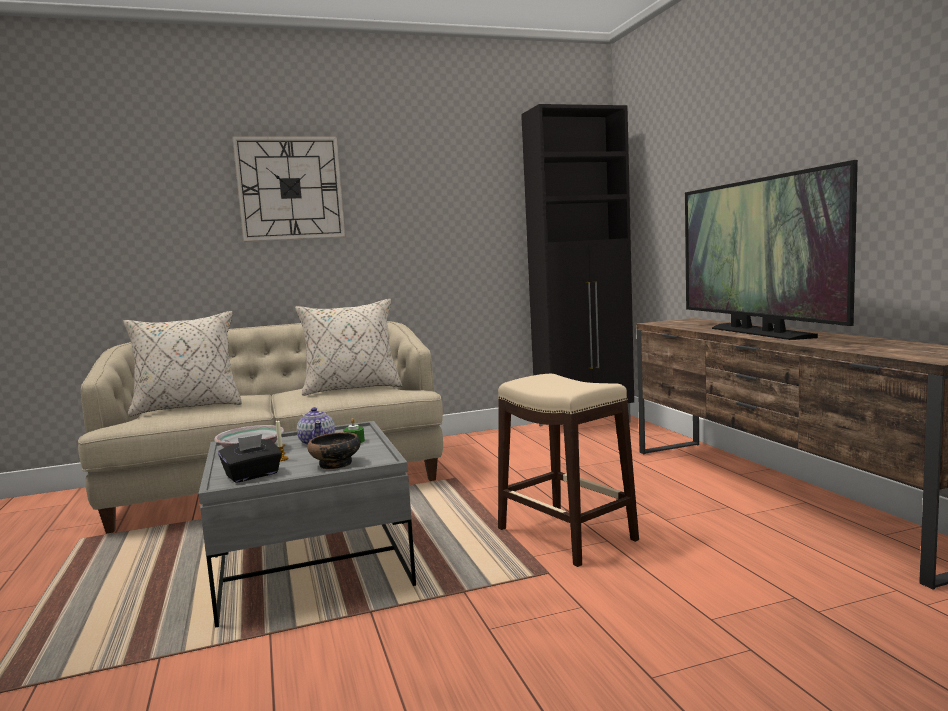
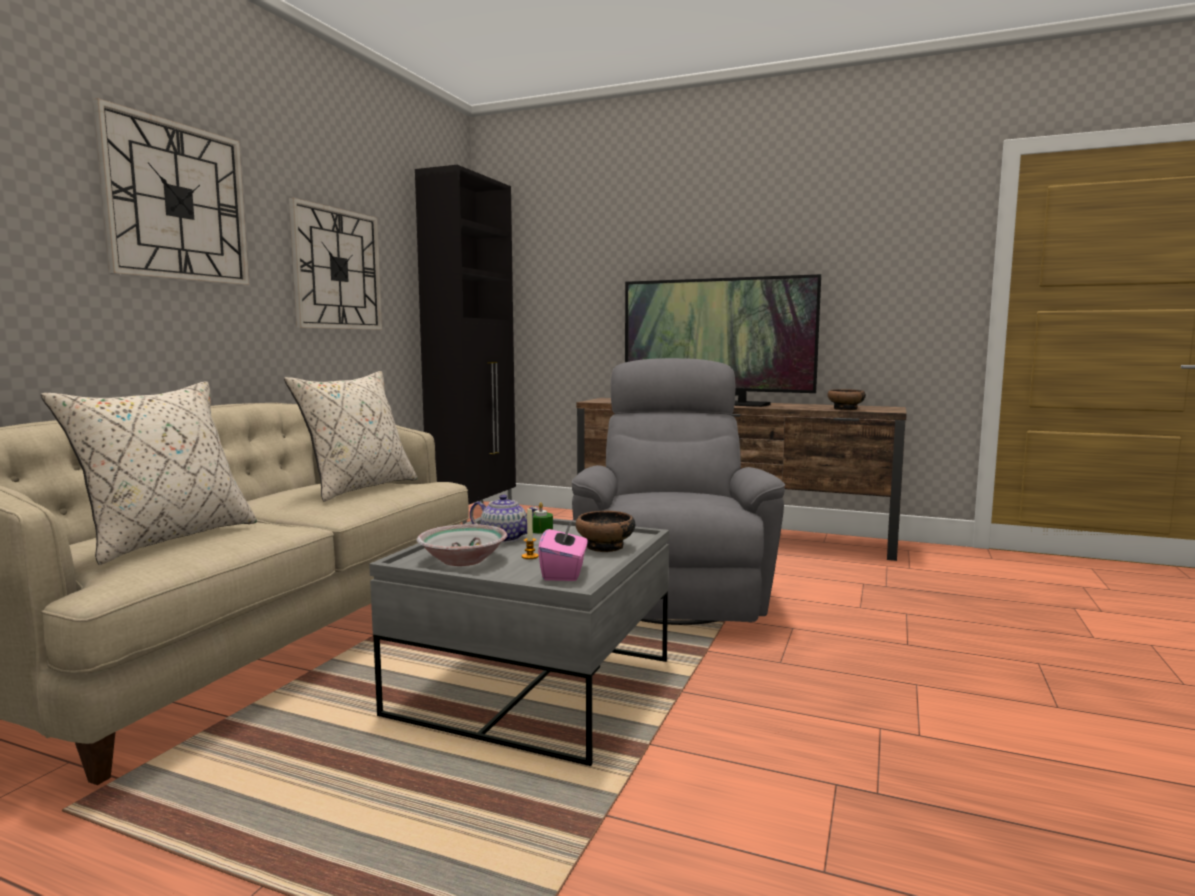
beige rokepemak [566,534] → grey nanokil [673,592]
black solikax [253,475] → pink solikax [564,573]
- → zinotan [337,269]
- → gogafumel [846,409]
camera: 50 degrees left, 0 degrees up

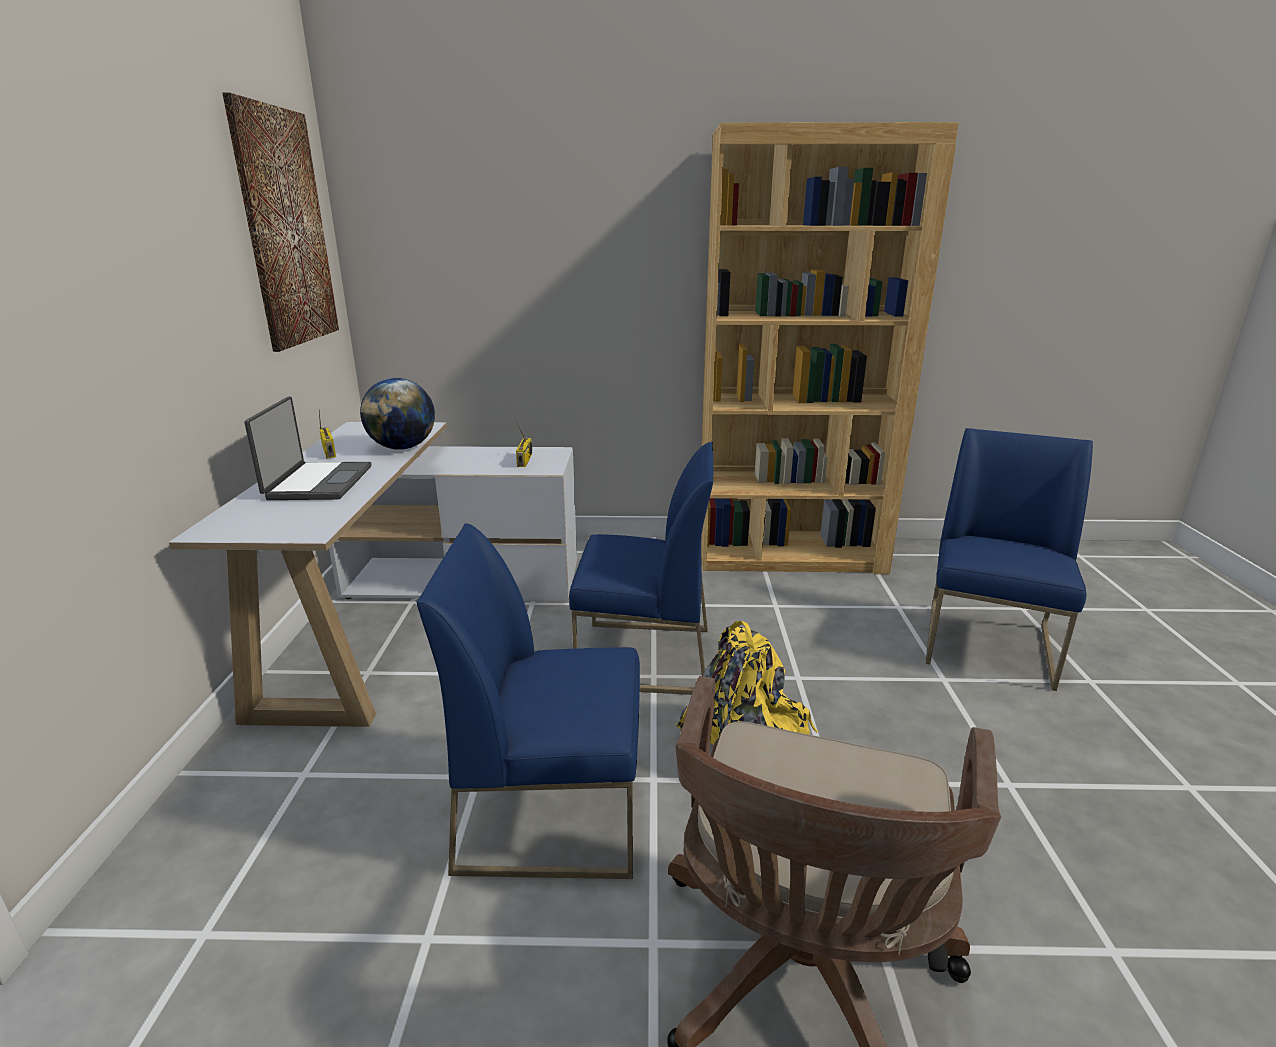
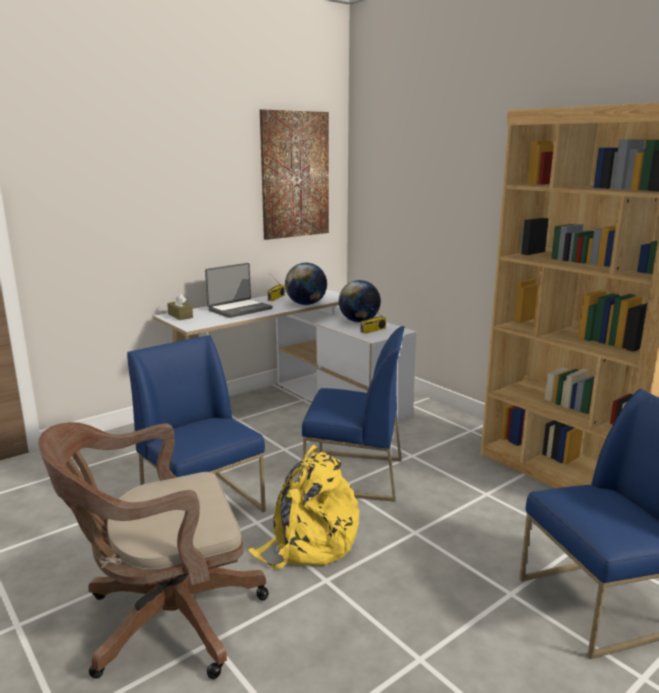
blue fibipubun [644,658] → blue fibipubun [353,476], 45 degrees counterclockwise
- → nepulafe [359,321]
- → brown solikax [180,316]
camera: 50 degrees right, 5 degrees down

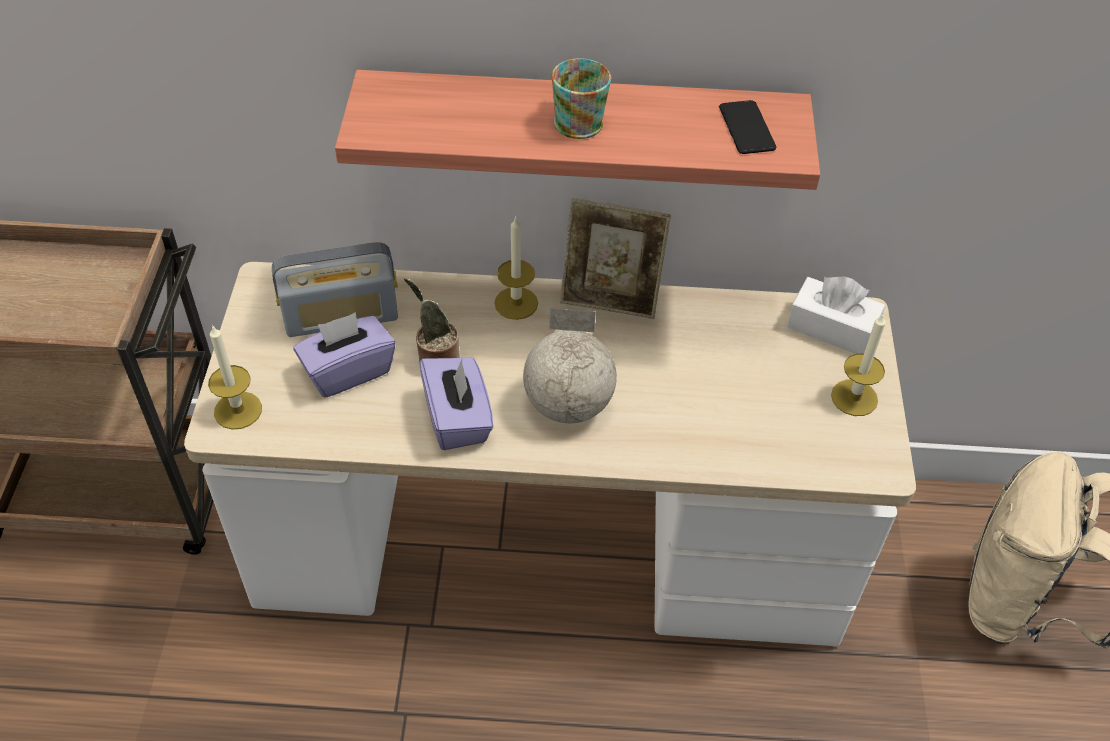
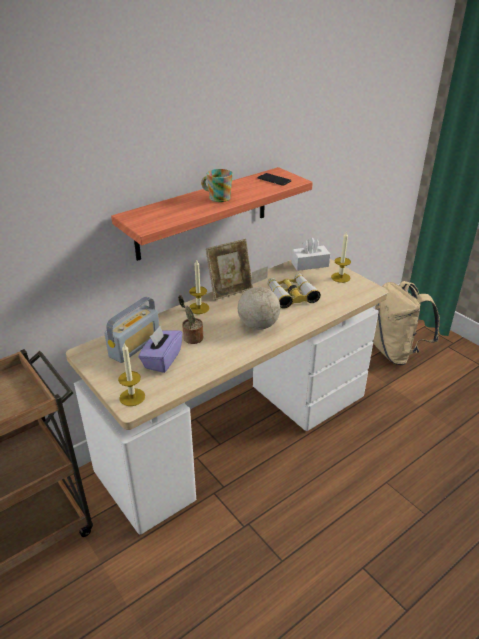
purple solikax [458,419] → -
- → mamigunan [291,295]
camera: 40 degrees left, 15 degrees down

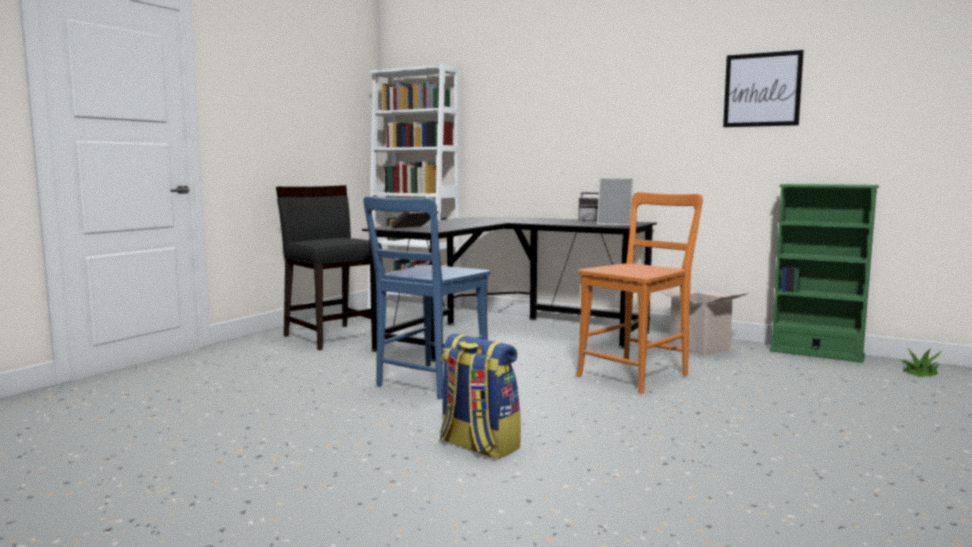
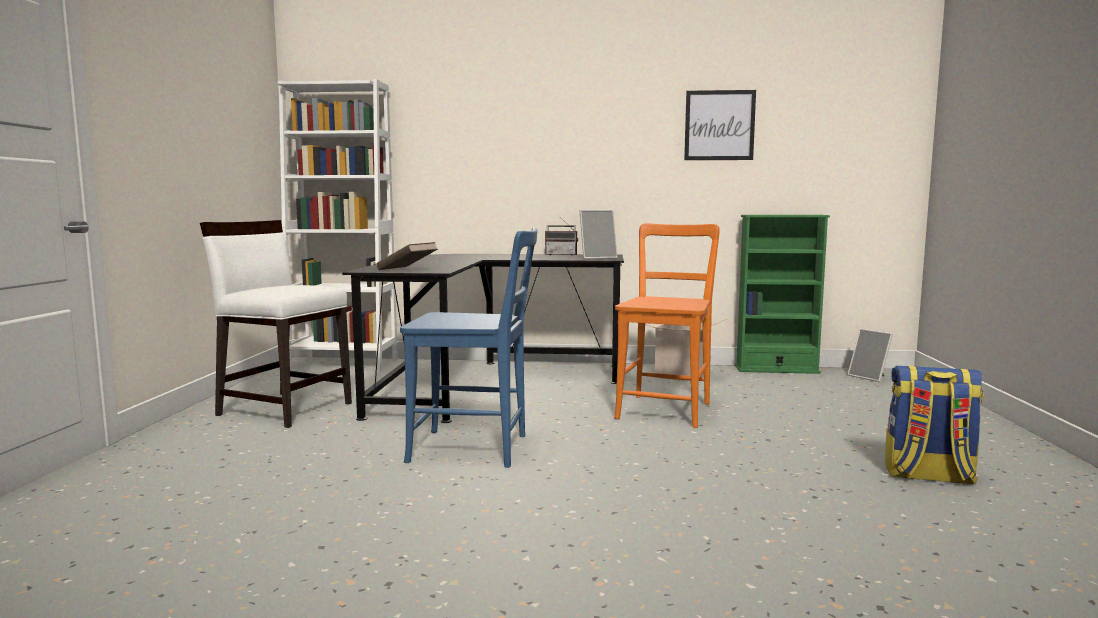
black fibipubun [333,336] → white fibipubun [285,408]
blue fibipubun [429,383] → blue fibipubun [476,449], 90 degrees counterclockwise
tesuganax [478,446] → tesuganax [927,476], moved
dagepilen [920,372] → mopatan [869,377]
camera: 25 degrees left, 0 degrees up

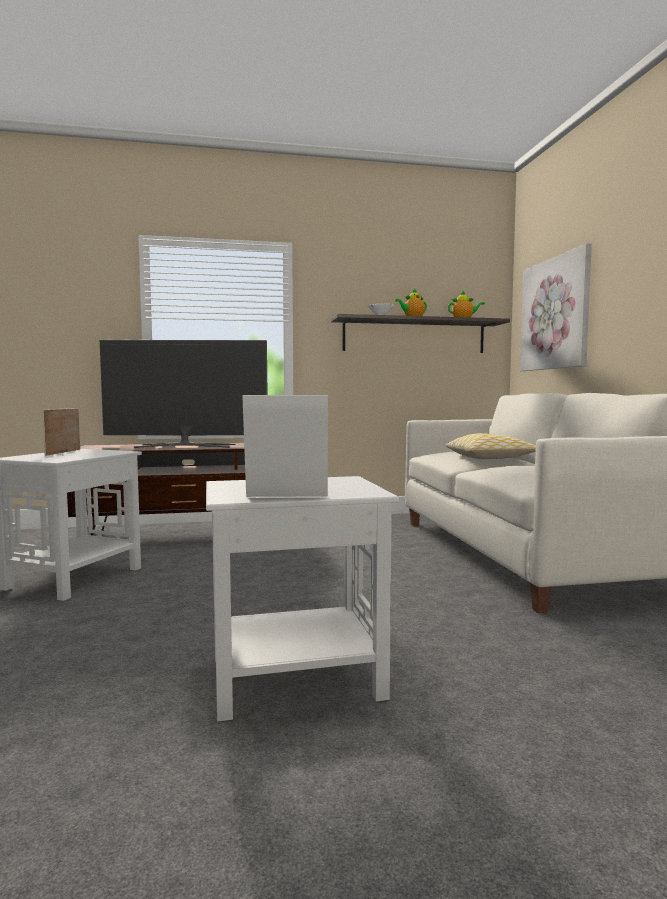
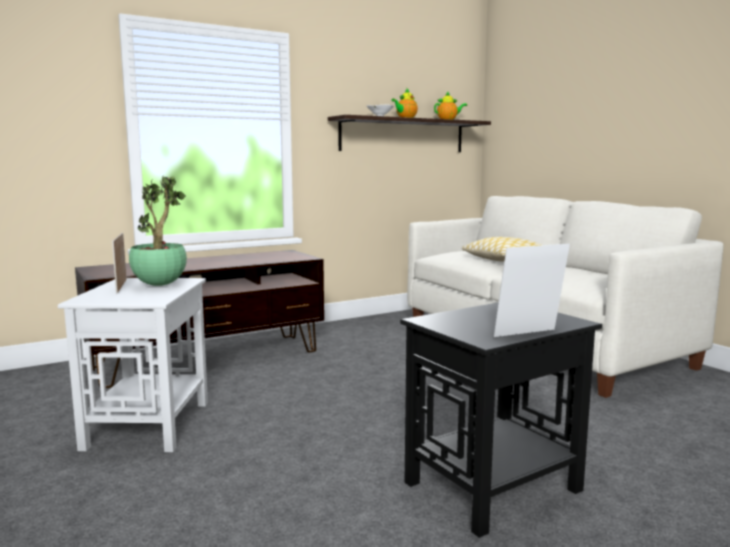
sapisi [554,314] → -
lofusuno [186,446] → -
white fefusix [293,677] → black fefusix [491,487]
- → dagepilen [160,285]
camera: 20 degrees left, 5 degrees up

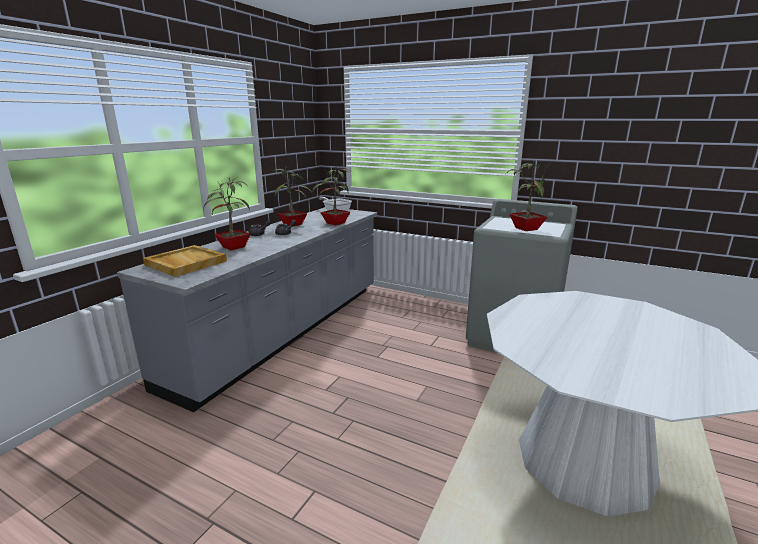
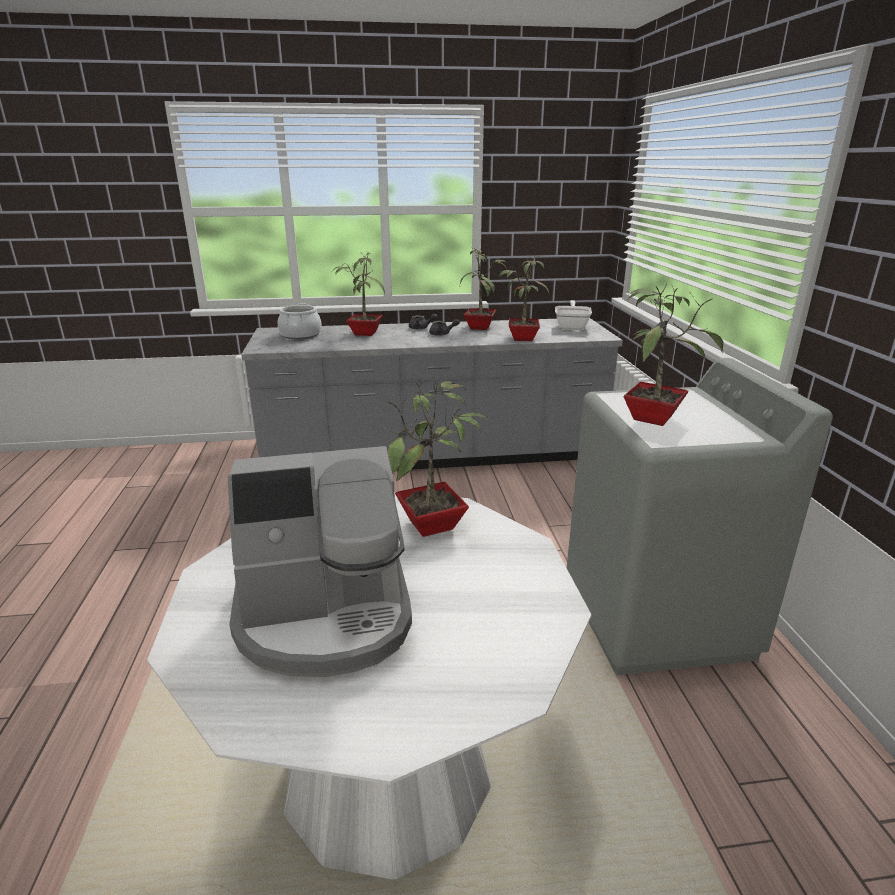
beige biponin [185,263] → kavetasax [300,335]
- → dagepilen [432,527]
- → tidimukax [326,616]
camera: 55 degrees right, 5 degrees up

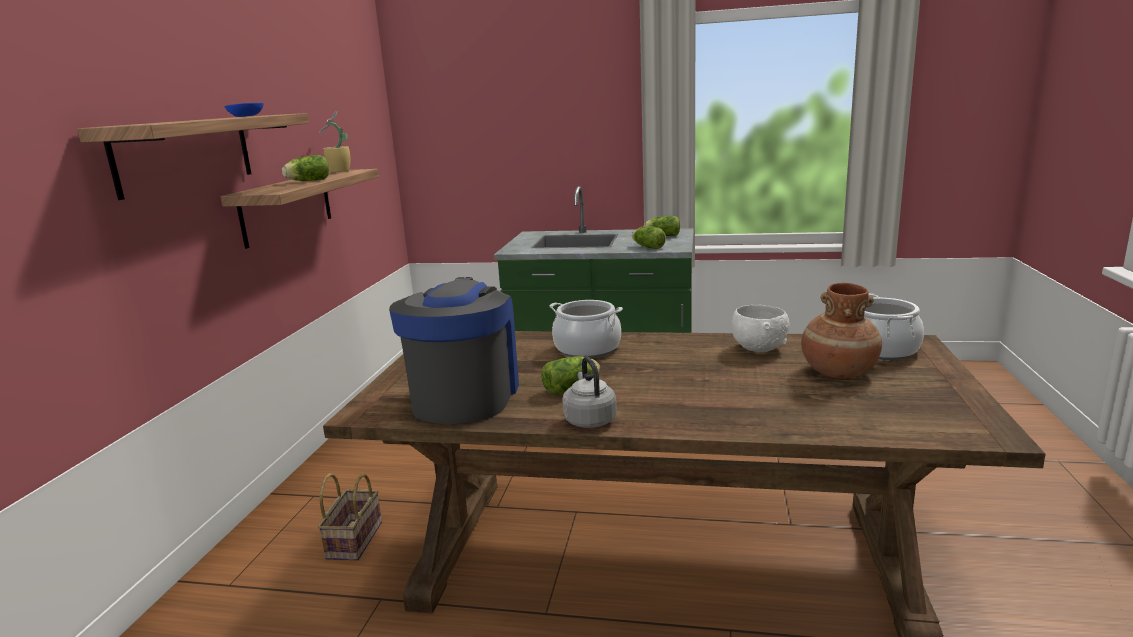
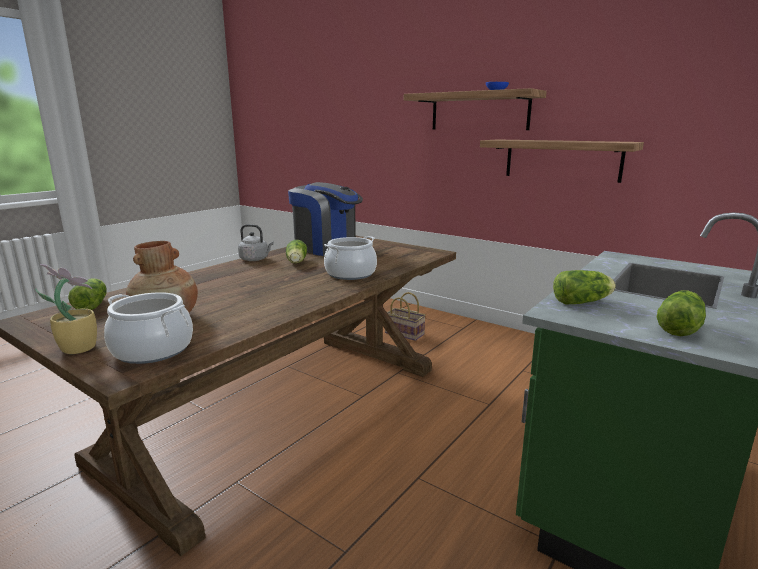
dagepilen [339,171] → dagepilen [78,348], moved
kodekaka [307,181] → kodekaka [93,305], moved
white gogafumel [759,348] → -
camera: 115 degrees right, 0 degrees up

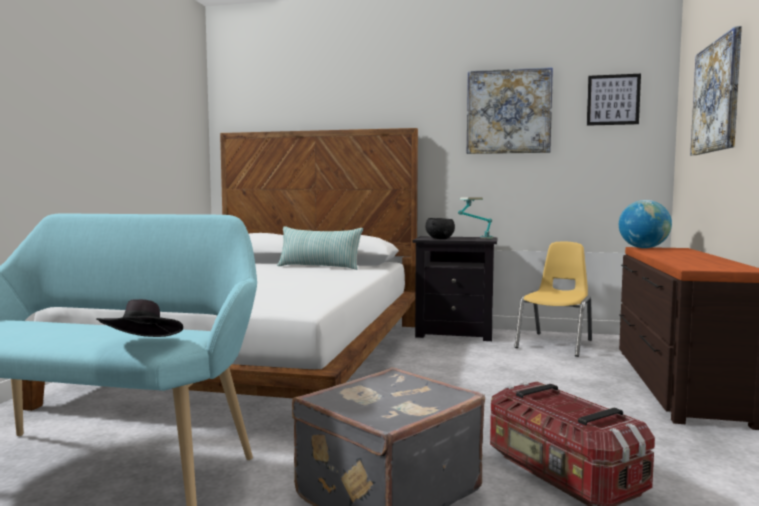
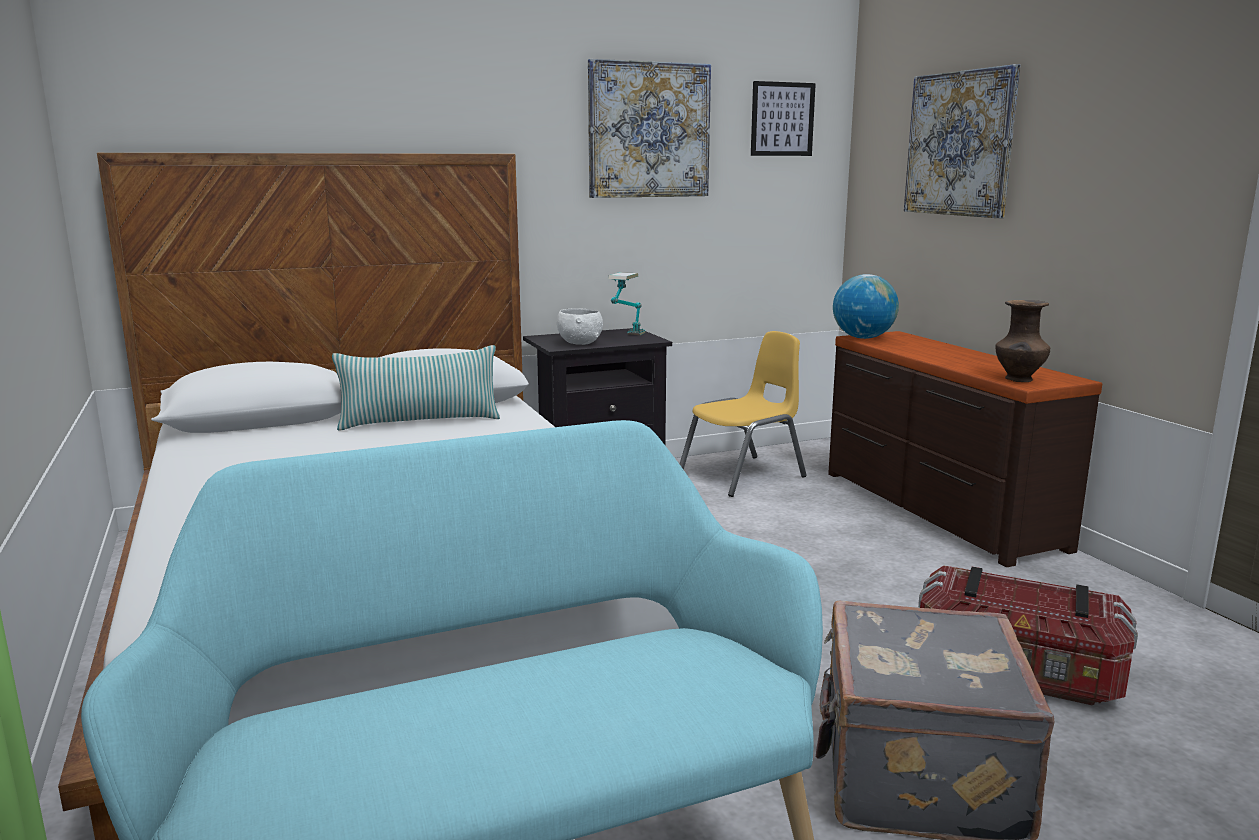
black gogafumel [440,238] → white gogafumel [580,343]
yellow fibipubun [555,344] → yellow fibipubun [743,475], 60 degrees clockwise
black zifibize [142,345] → -
- → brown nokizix [1019,380]
camera: 35 degrees left, 10 degrees up

